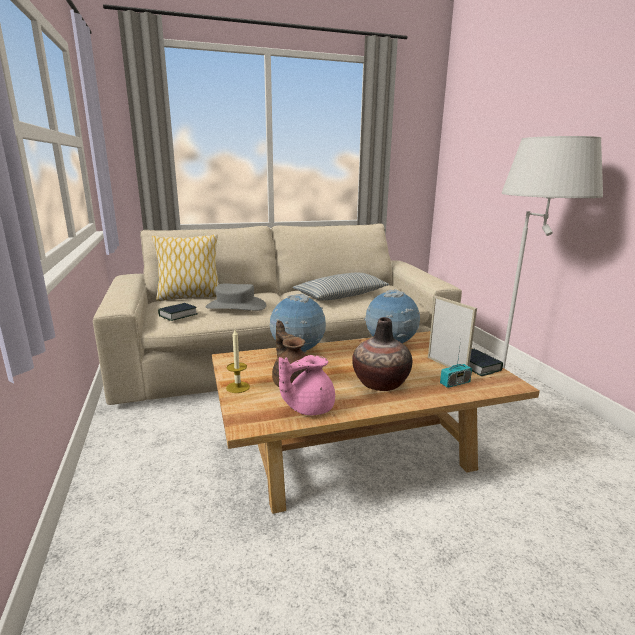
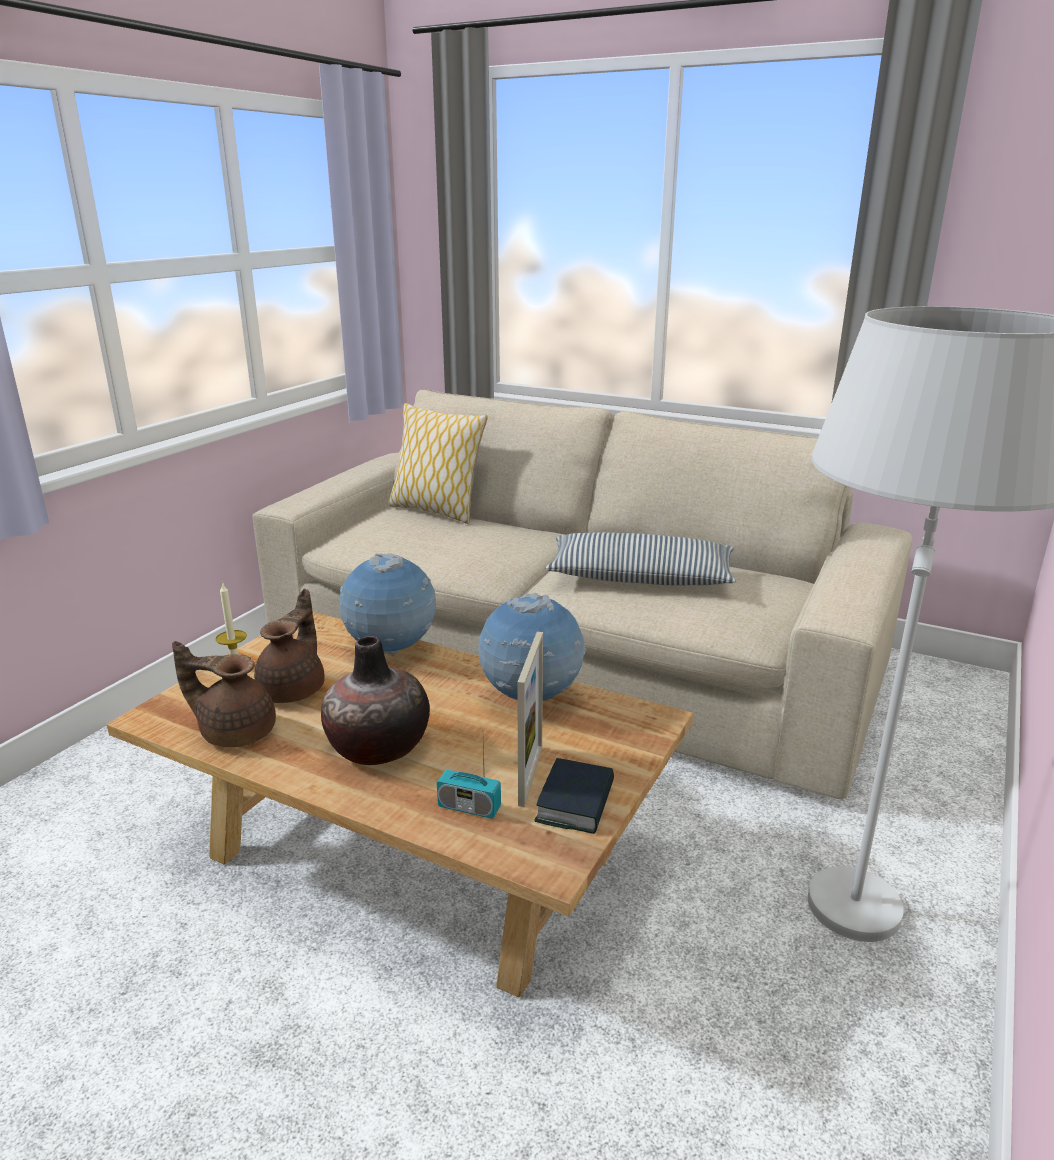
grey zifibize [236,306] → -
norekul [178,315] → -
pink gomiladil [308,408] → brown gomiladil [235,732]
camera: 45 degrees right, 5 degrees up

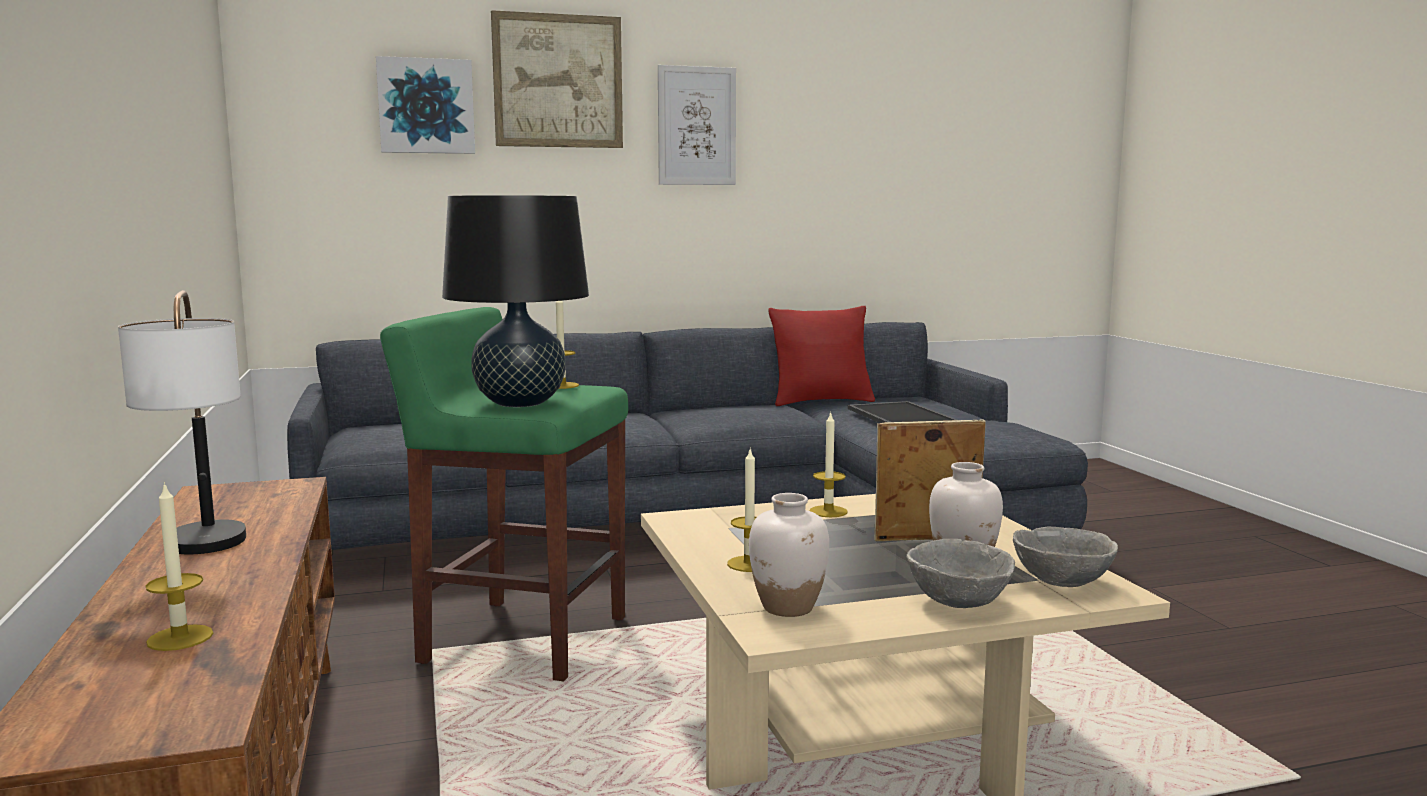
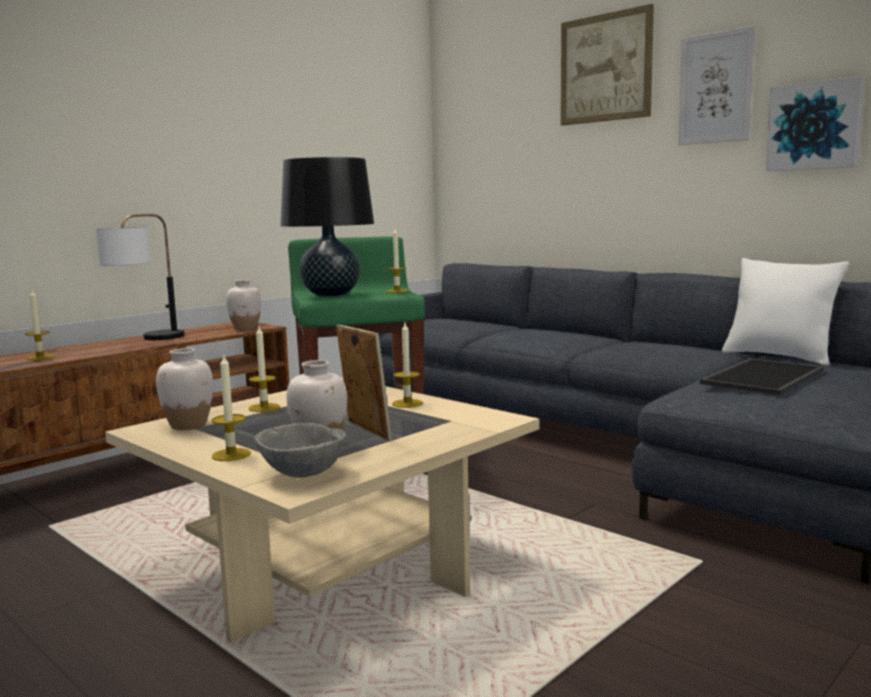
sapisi [426,106] → sapisi [814,126], moved
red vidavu [821,401] → white vidavu [778,356]
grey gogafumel [959,601] → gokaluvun [231,455]
- → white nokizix [245,328]
camera: 60 degrees right, 0 degrees up

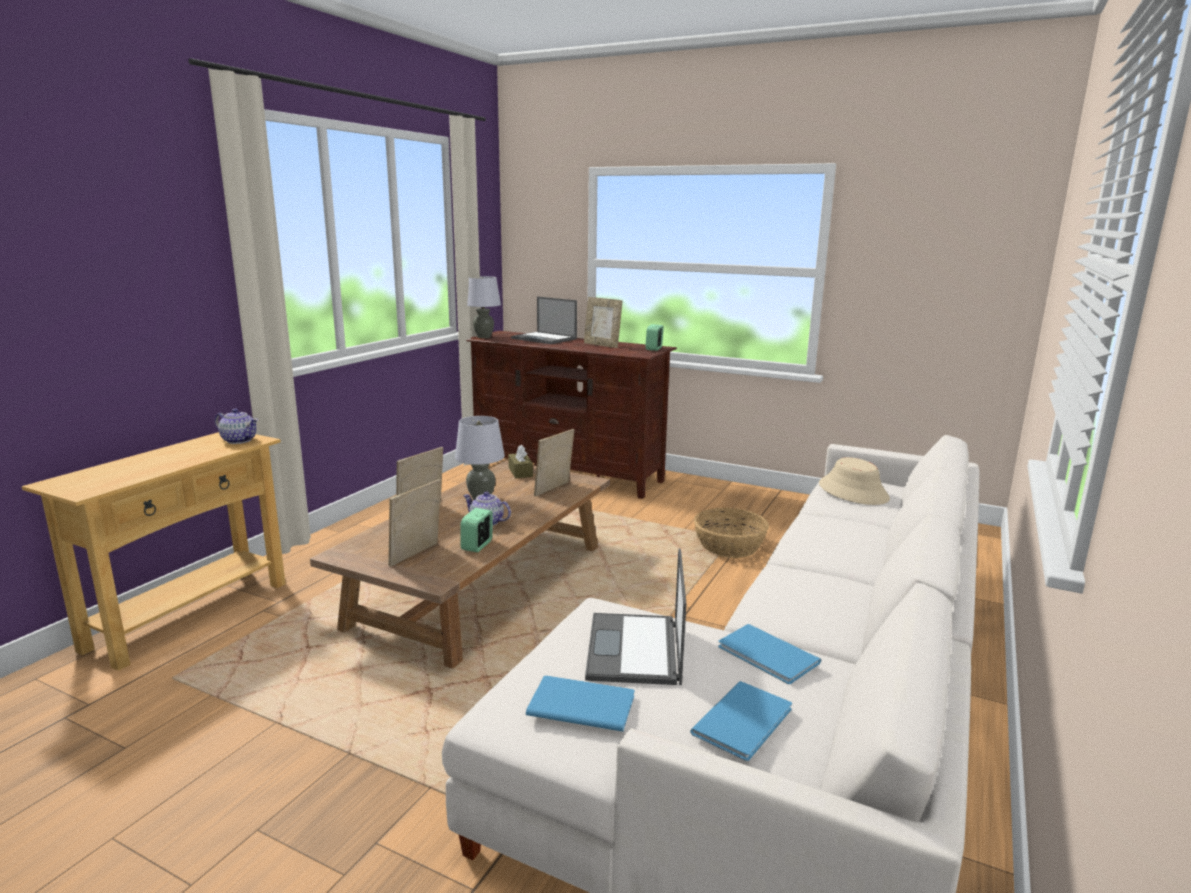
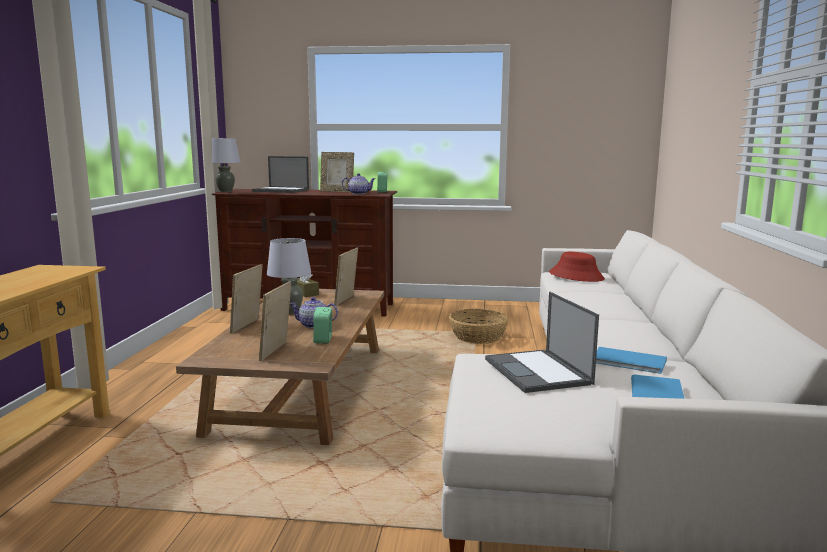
gomiladil [239,440] → gomiladil [358,193], moved
beige zifibize [853,491] → red zifibize [576,276]
blue norekul [579,703] → -
camera: 20 degrees left, 5 degrees down

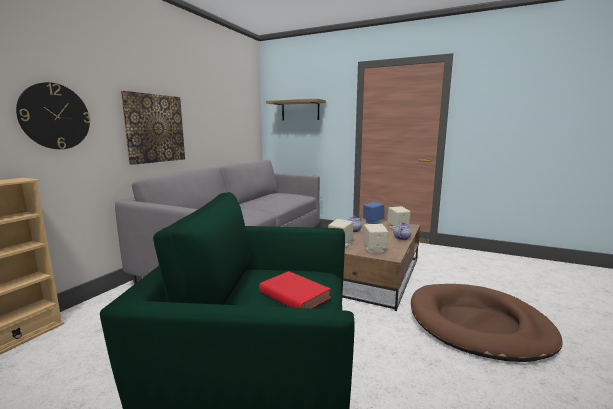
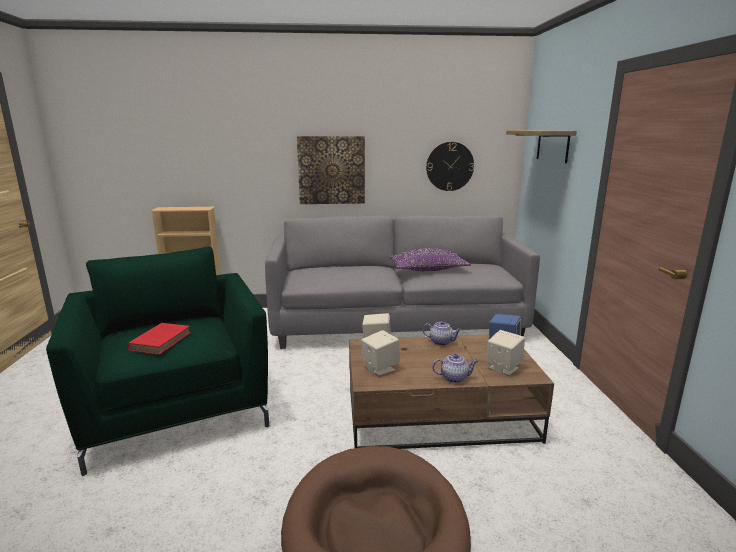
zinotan [55,116] → zinotan [449,166], moved
- → purple vidavu [428,270]
camera: 60 degrees right, 5 degrees up

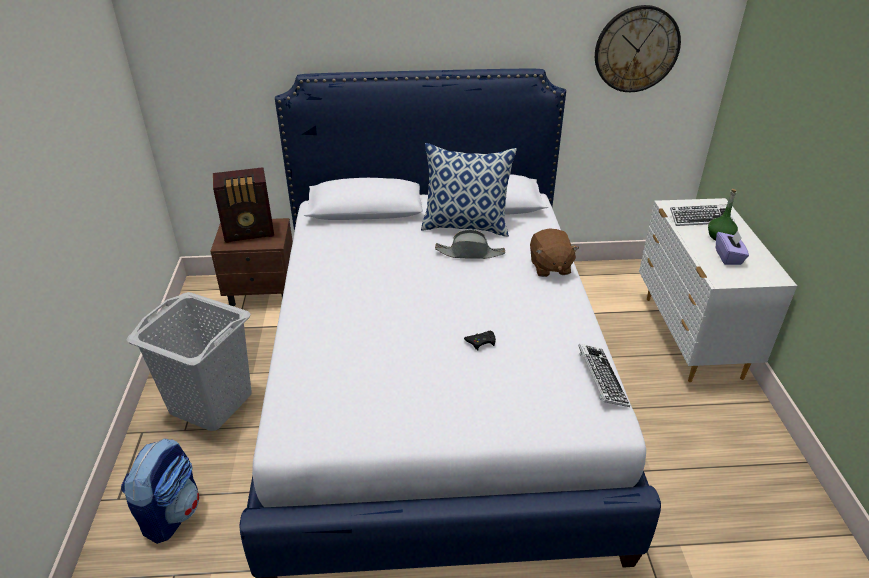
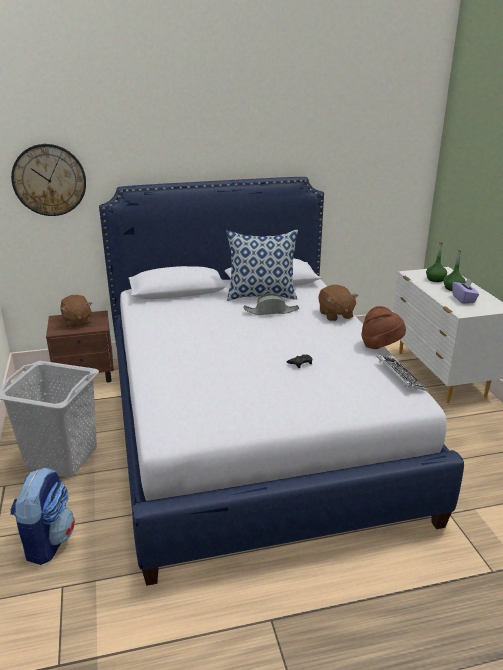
zinotan [636,49] → zinotan [49,180], moved
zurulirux [250,232] → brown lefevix [77,321]
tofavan [700,219] → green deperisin [435,279]
- → brown zifibize [381,346]
camera: 10 degrees left, 10 degrees down

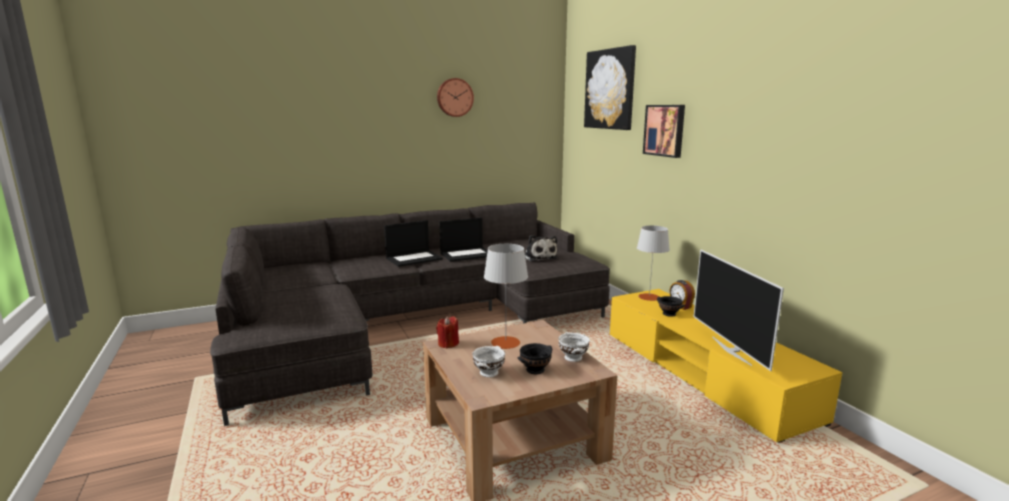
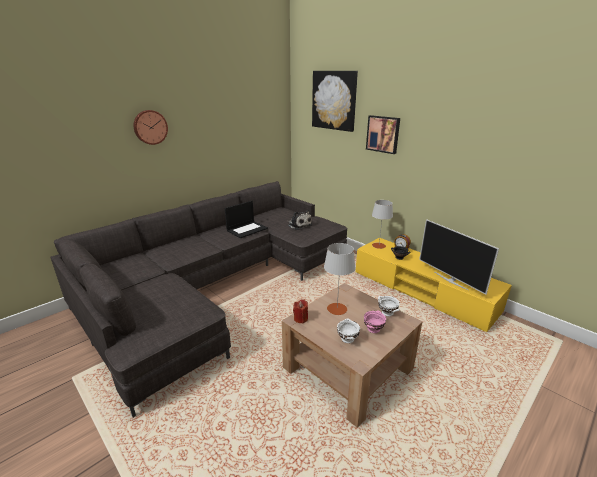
zinotan [454,97] → zinotan [150,127], moved
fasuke [414,258] → -
black gogafumel [534,370] → pink gogafumel [373,329]
camera: 20 degrees left, 10 degrees up

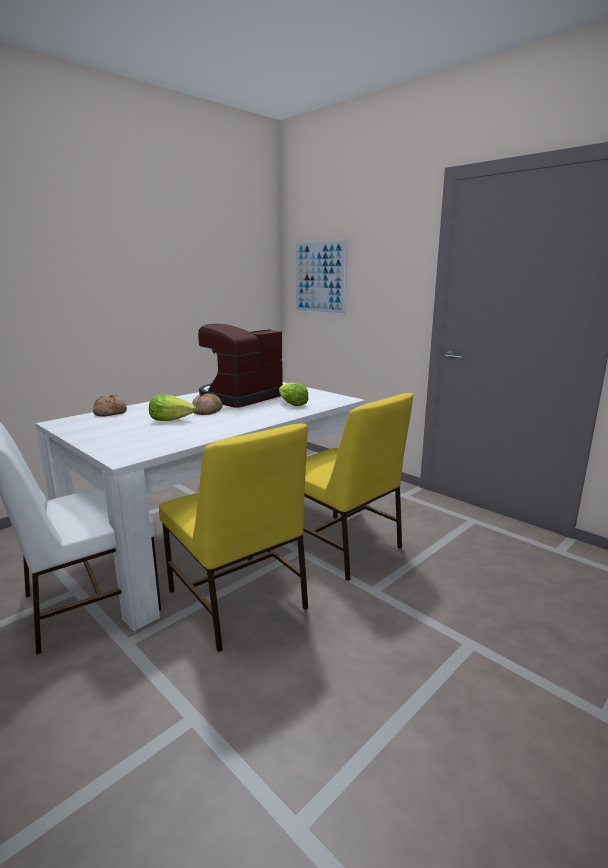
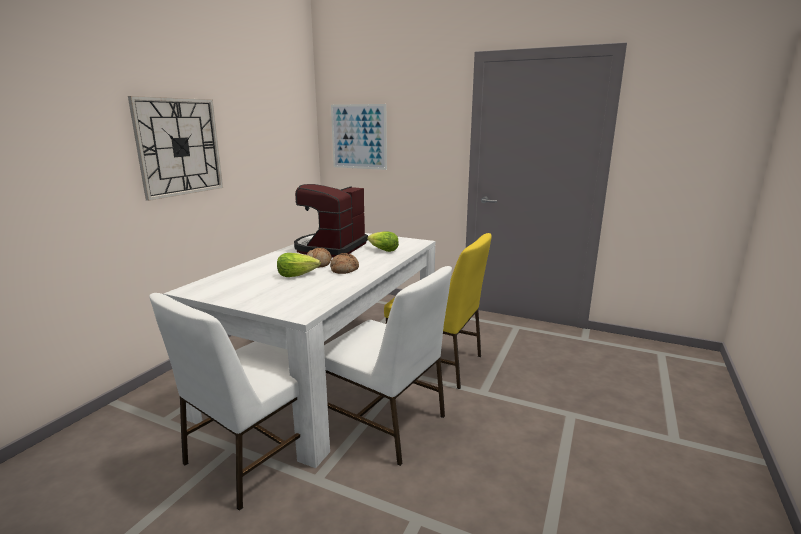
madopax [110,413] → madopax [344,269], moved
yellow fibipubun [237,601] → white fibipubun [385,423]
- → zinotan [179,147]
camera: 20 degrees left, 0 degrees up

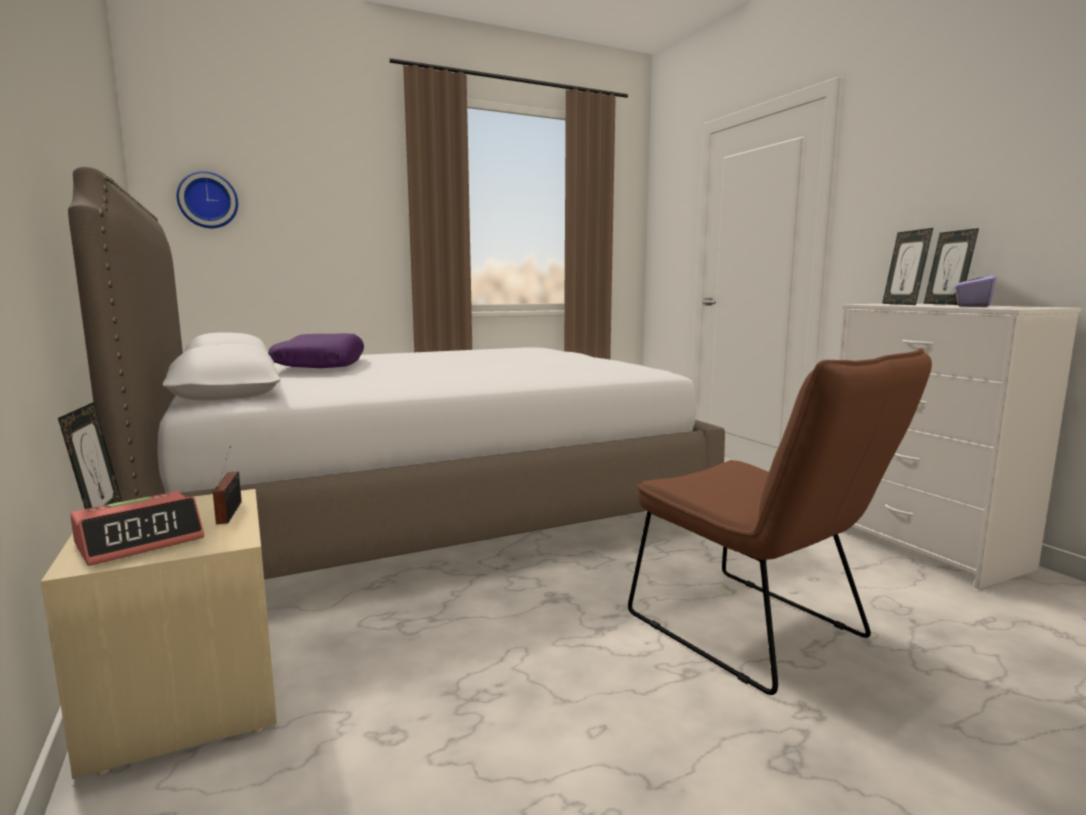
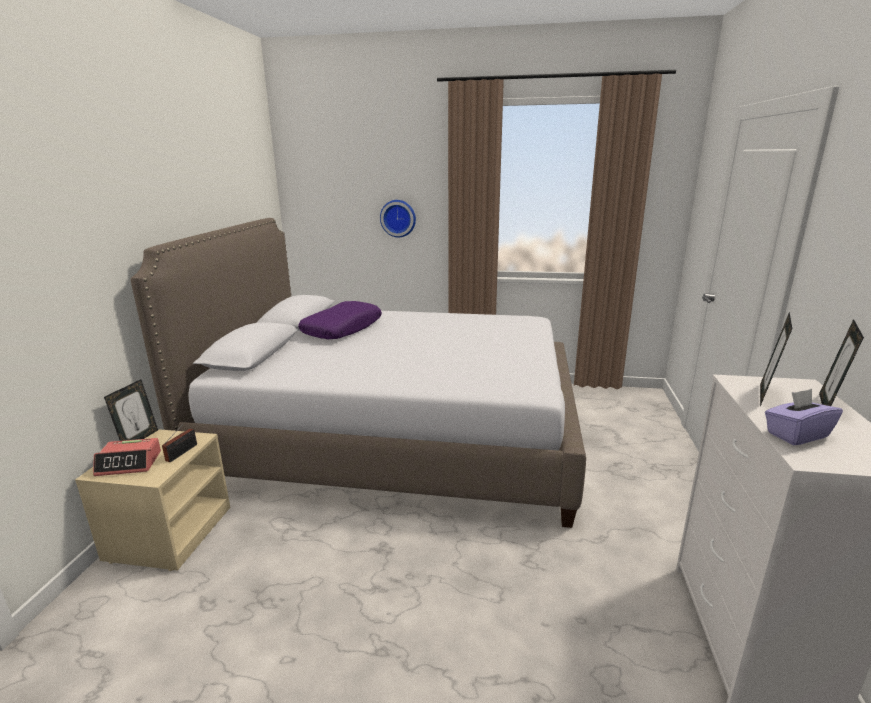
zinotan [208,200] → zinotan [398,218], moved
brown fibipubun [757,633] → -
camera: 35 degrees right, 10 degrees up

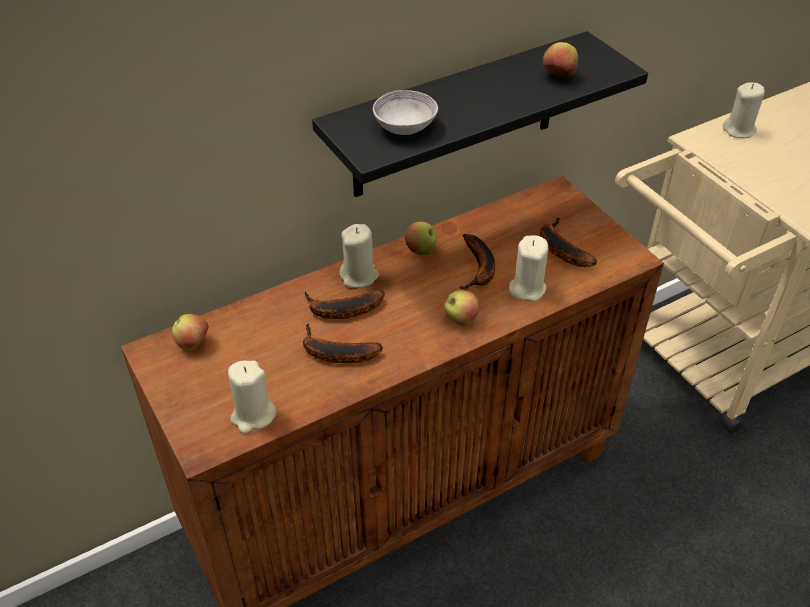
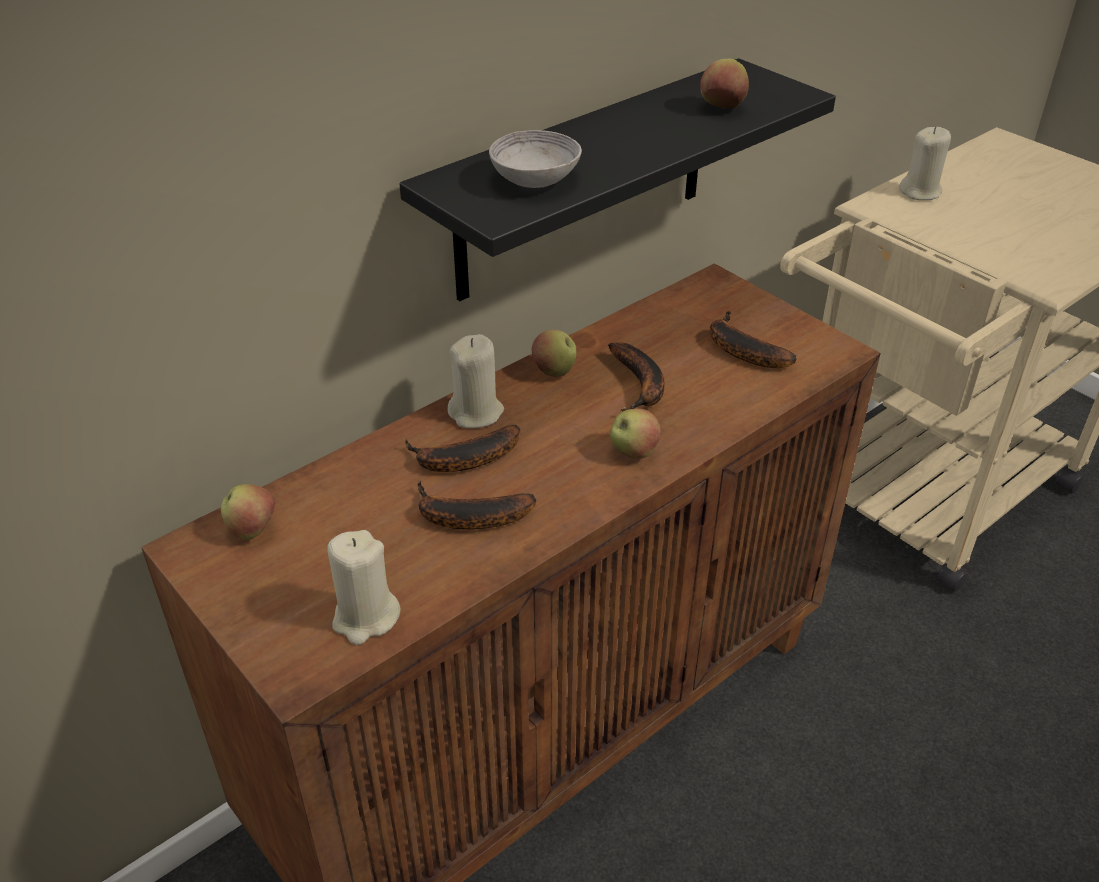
beige gokaluvun [527,288] → -
camera: 10 degrees left, 5 degrees down

